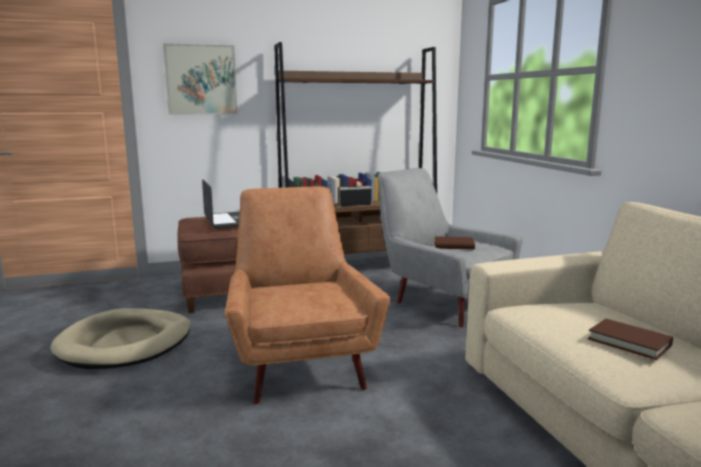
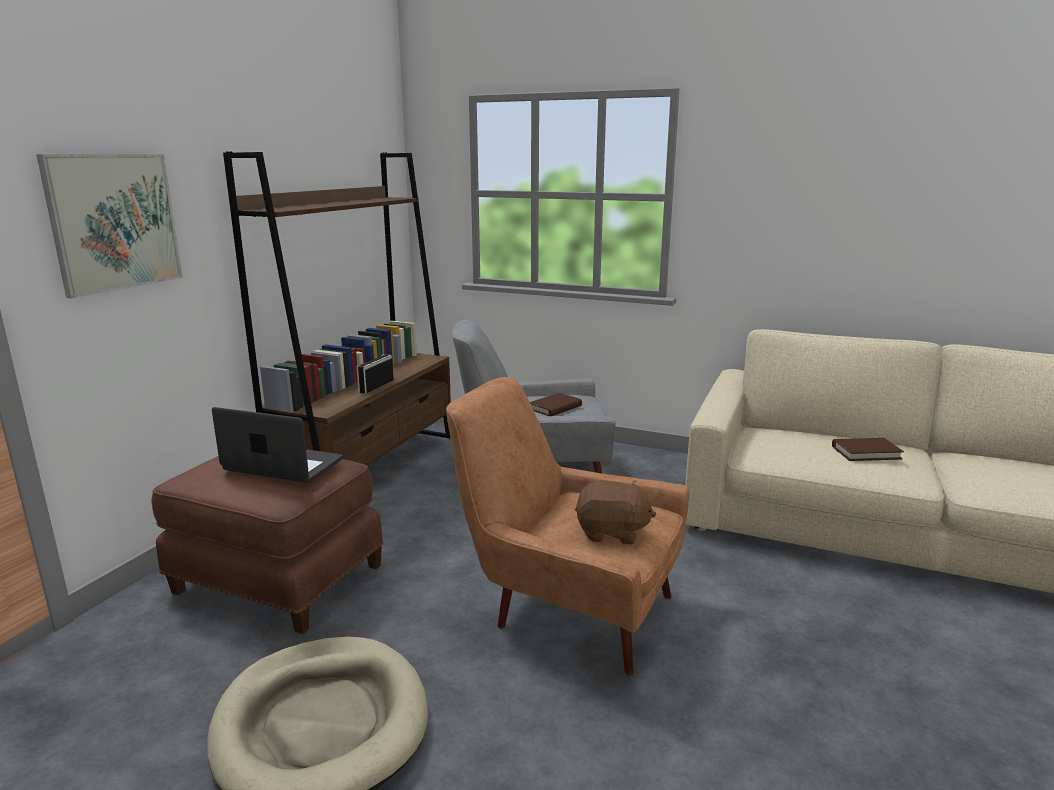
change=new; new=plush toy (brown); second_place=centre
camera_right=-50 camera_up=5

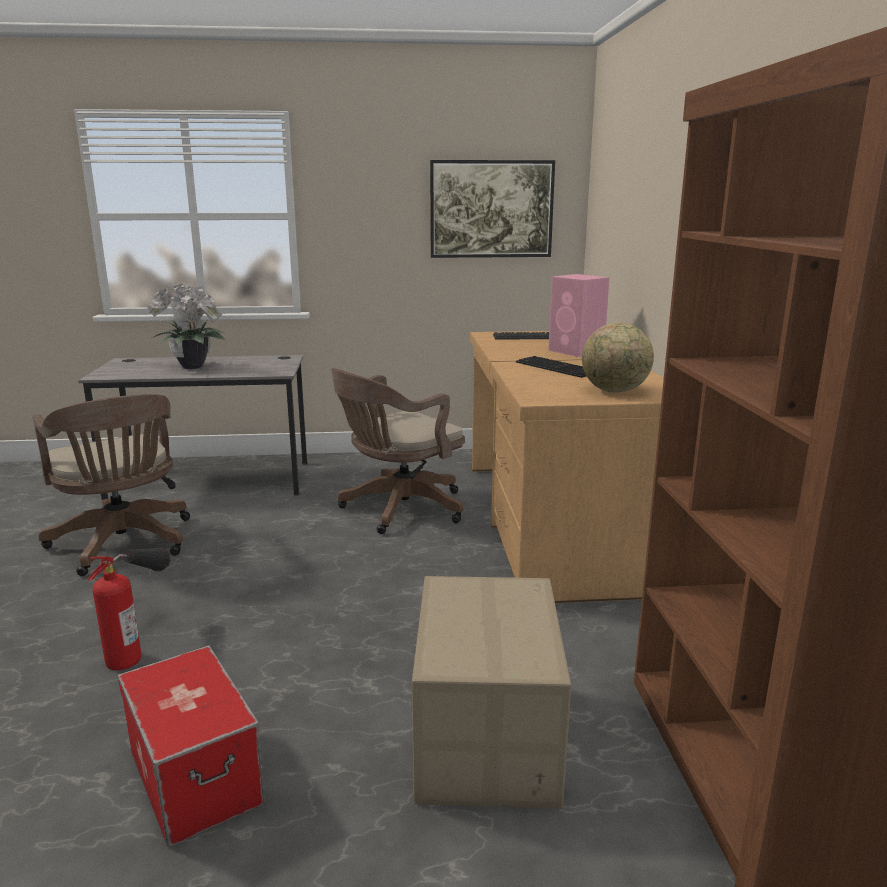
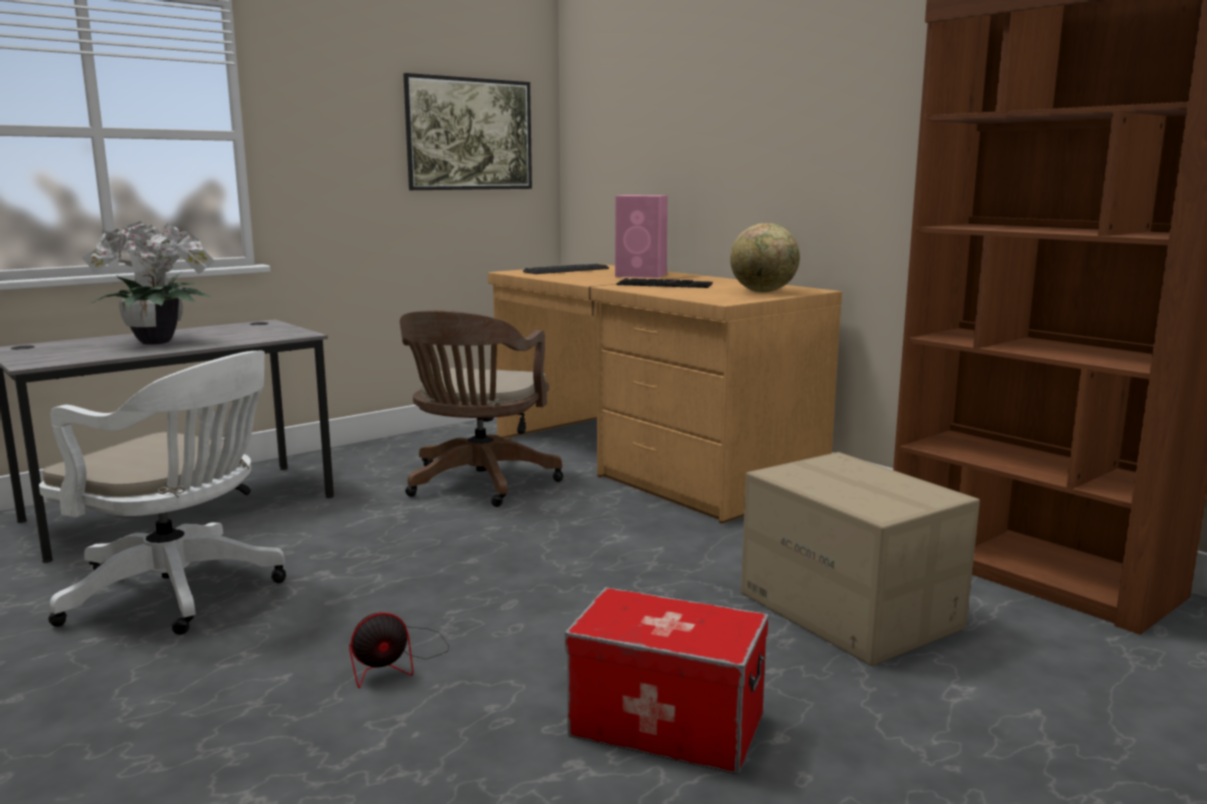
change=swapped; old=fire extinguisher; new=fan; first_place=bottom left; second_place=bottom left
change=repainted; old=office chair (brown) (no. 1 from left); new=office chair (white); first_place=middle left; second_place=middle left
camera_right=-35 camera_up=-5

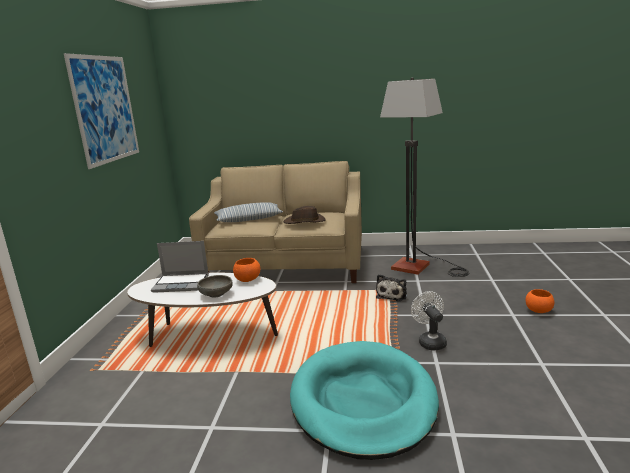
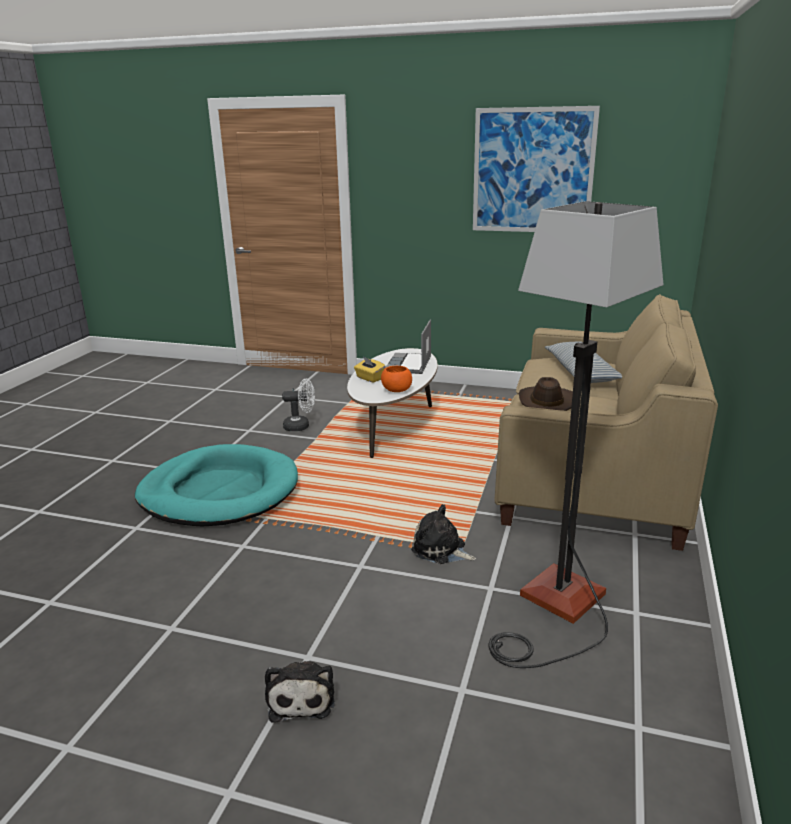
change=shifted; old=fan (white); first_place=bottom right; second_place=centre
change=swapped; old=bowl (grey); new=tissue box (yellow); first_place=centre; second_place=centre
change=swapped; old=bowl (orange) (no. 2 from left); new=plush toy (no. 1 from left); first_place=middle right; second_place=bottom centre
camera_right=100 camera_up=5

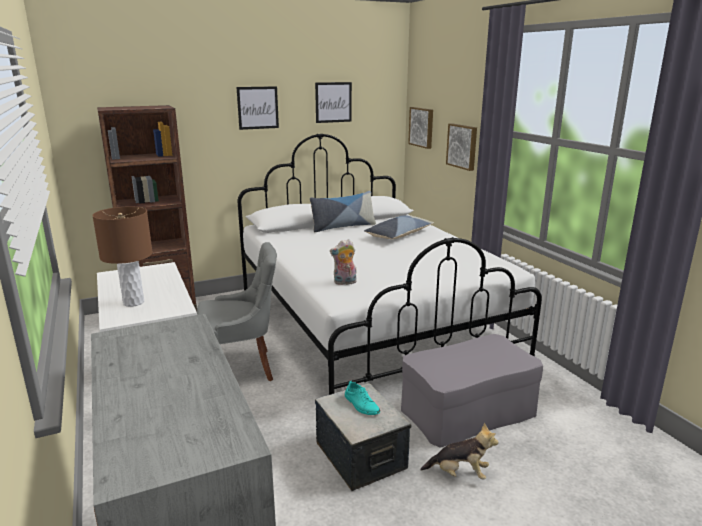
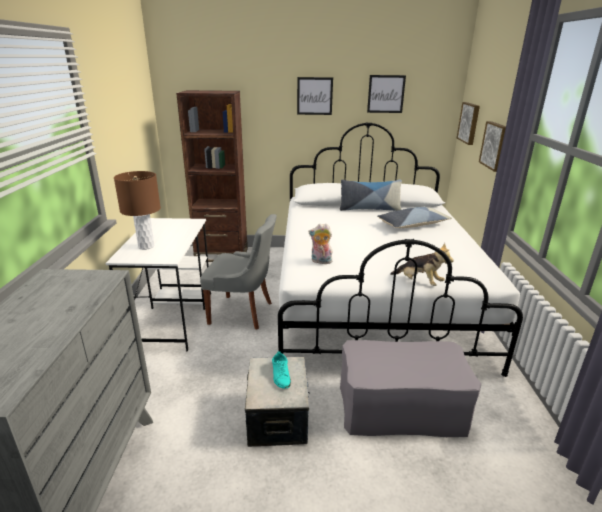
change=shifted; old=plush toy (no. 2 from left); first_place=bottom centre; second_place=middle right
camera_right=25 camera_up=5

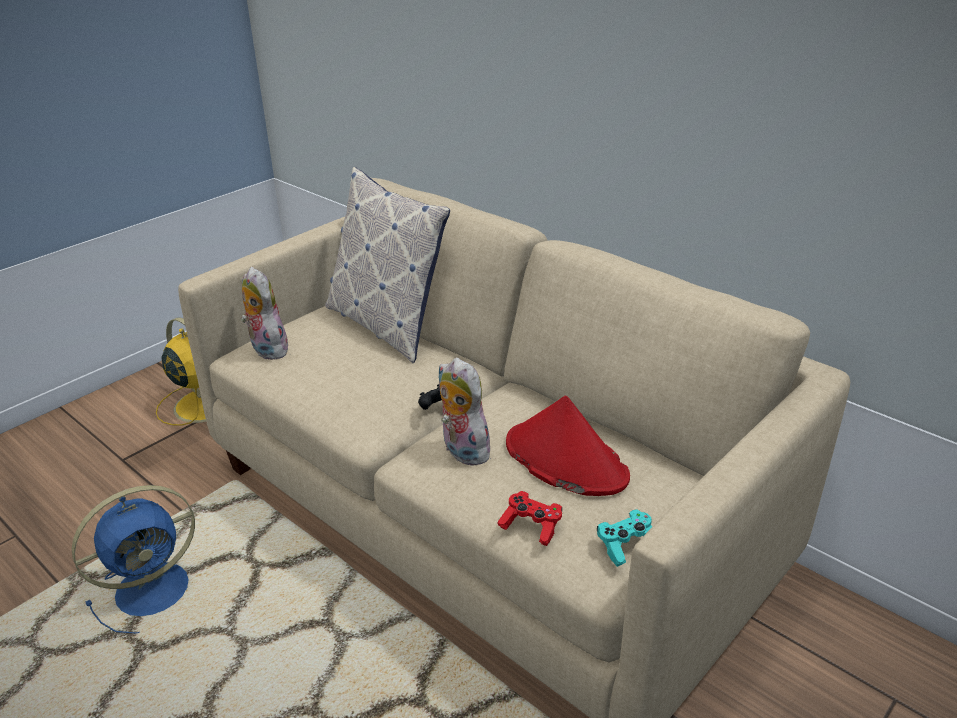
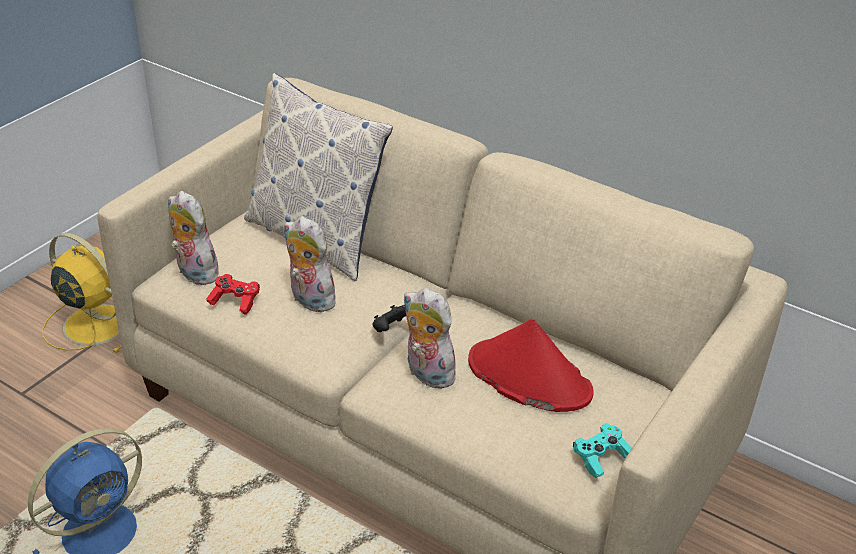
change=new; new=plush toy (no. 2 from left); second_place=centre
change=shifted; old=game controller (red); first_place=bottom centre; second_place=middle left
camera_right=-10 camera_up=5

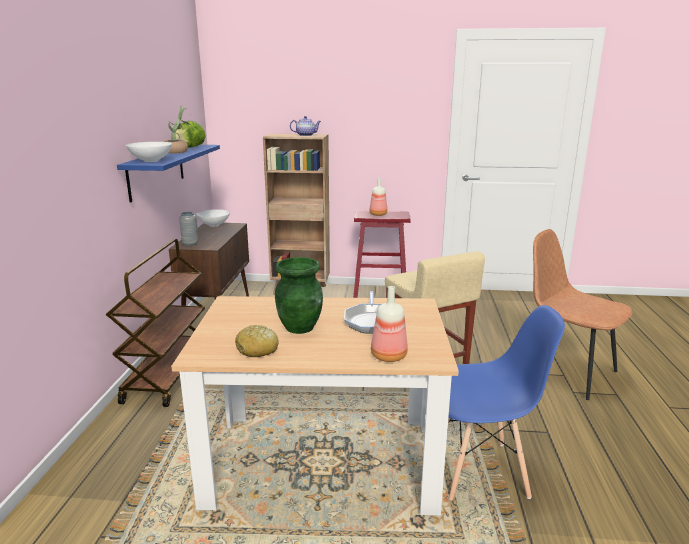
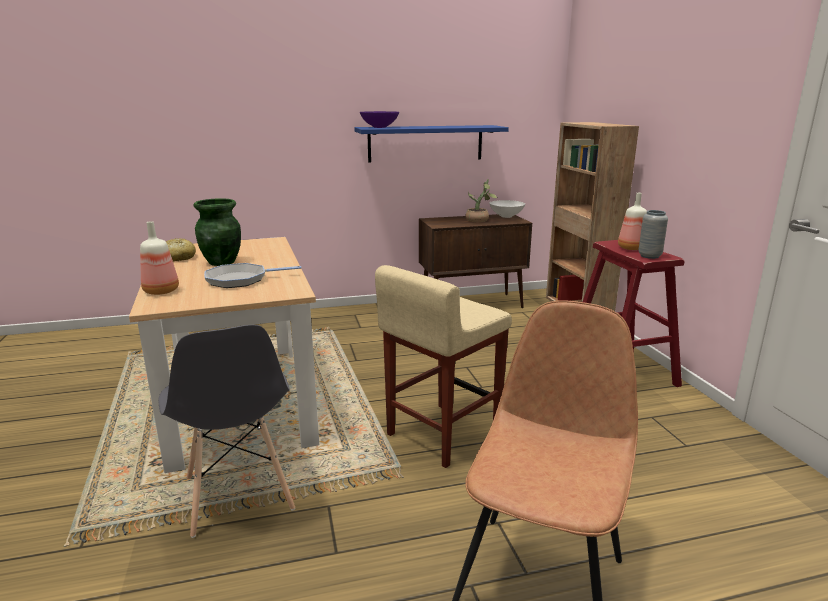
change=gone; old=cart (brown); first_place=middle left
change=gone; old=lettuce; first_place=top left
change=gone; old=teapot; first_place=top centre
change=shifted; old=potted plant; first_place=top left; second_place=top centre
change=shifted; old=vase (grey); first_place=middle left; second_place=middle right
change=repainted; old=bowl (white) (no. 1 from left); new=bowl (purple); first_place=top left; second_place=top centre
change=repainted; old=chair (blue); new=chair (grey); first_place=bottom right; second_place=bottom left
camera_right=70 camera_up=0

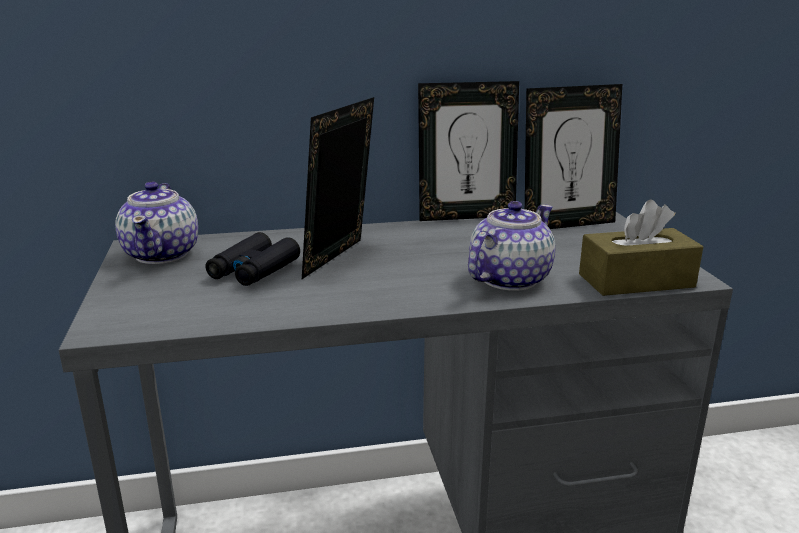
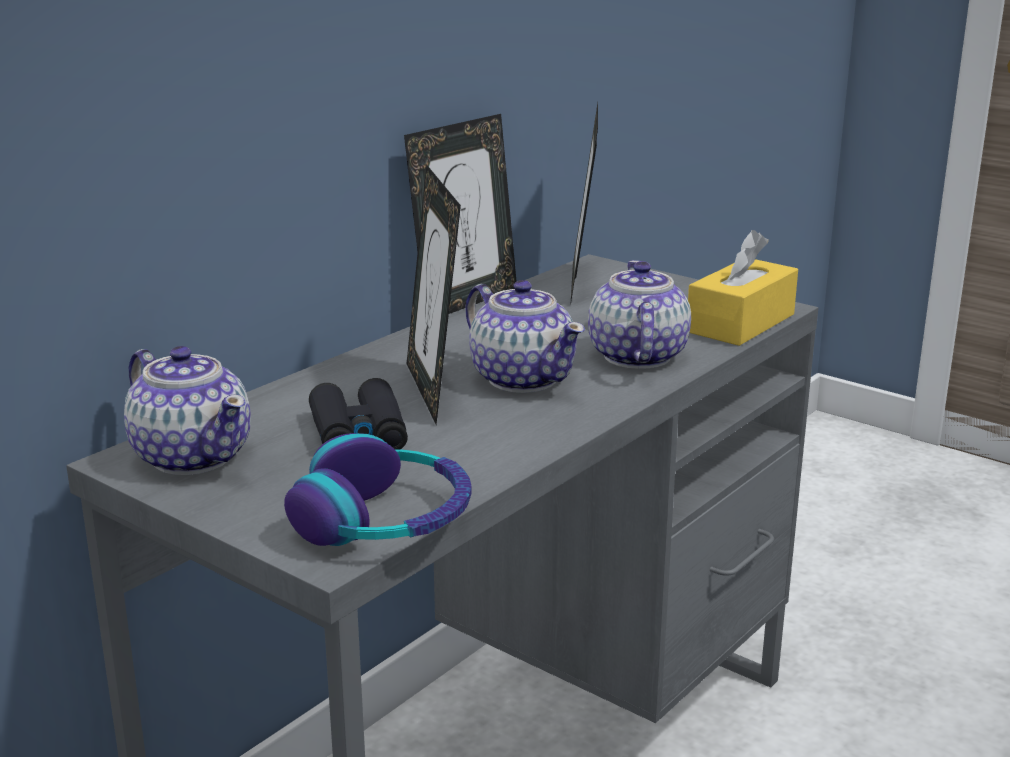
change=new; new=headphones; second_place=centre
change=new; new=teapot (no. 2 from left); second_place=centre
change=repainted; old=tissue box (brown); new=tissue box (yellow); first_place=middle right; second_place=middle right
change=rotated; old=picture frame (no. 3 from left); first_place=top right; second_place=top centre; degrees=150
camera_right=-40 camera_up=0

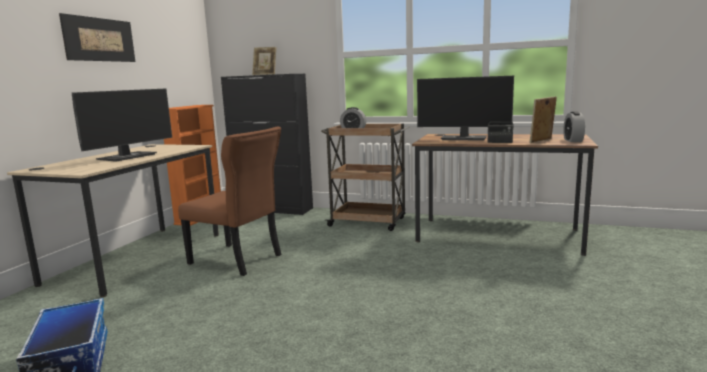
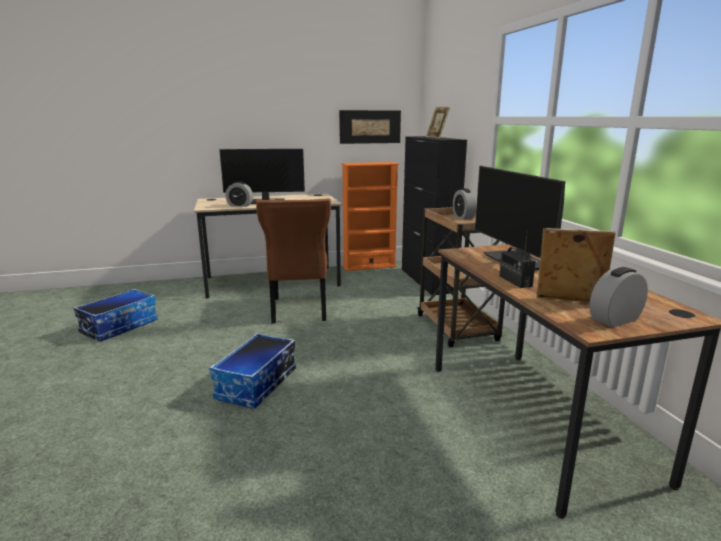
change=new; new=storage box (no. 2 from left); second_place=bottom centre
change=new; new=alarm clock (no. 1 from left); second_place=middle left
change=shifted; old=picture; first_place=top left; second_place=top centre
camera_right=55 camera_up=5

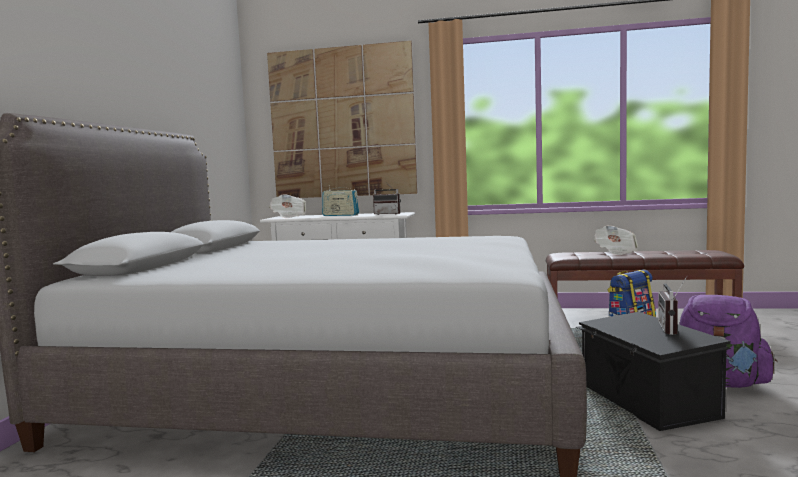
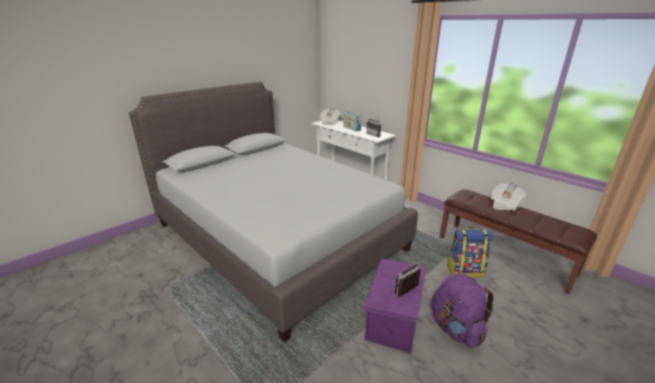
change=gone; old=picture; first_place=top centre
change=repainted; old=storage box (black); new=storage box (purple); first_place=bottom right; second_place=bottom centre
camera_right=35 camera_up=20

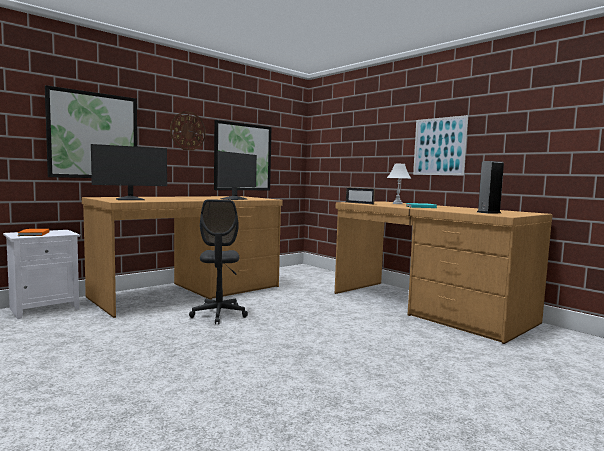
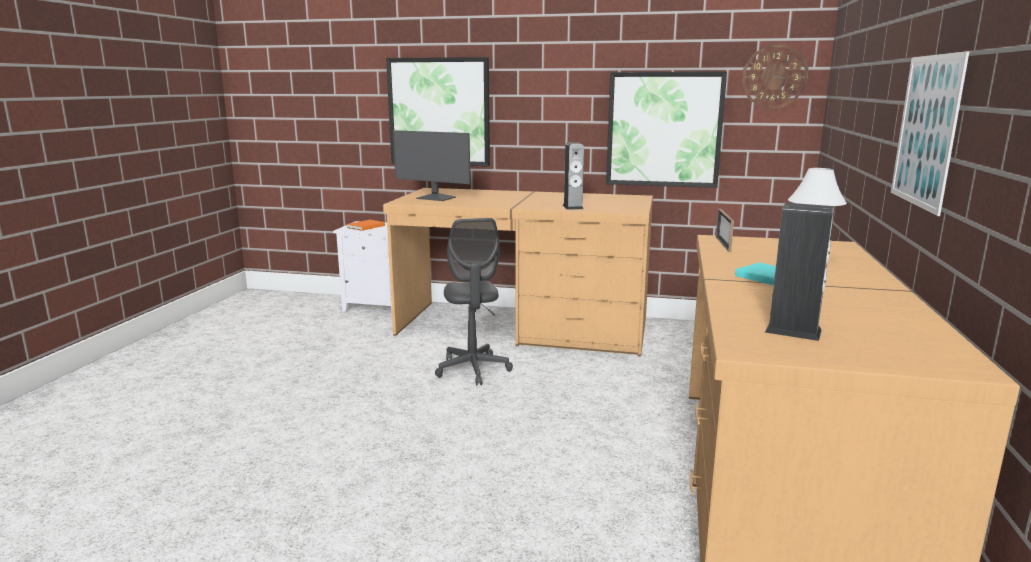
change=shifted; old=wall clock; first_place=top left; second_place=top right
change=swapped; old=monitor (no. 2 from left); new=speaker (no. 1 from left); first_place=centre; second_place=top centre
change=rotated; old=office chair (grey); first_place=centre; second_place=centre; degrees=-60
camera_right=55 camera_up=10

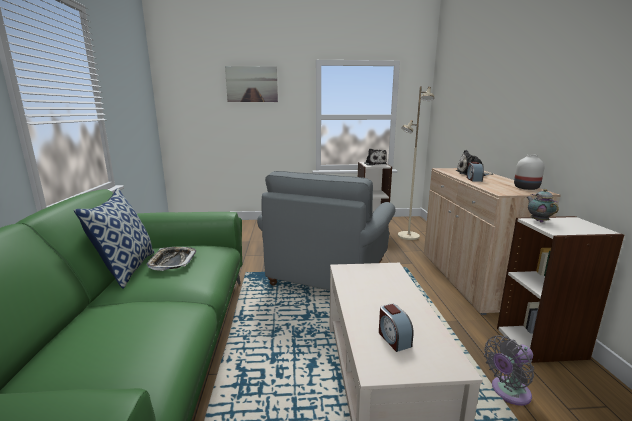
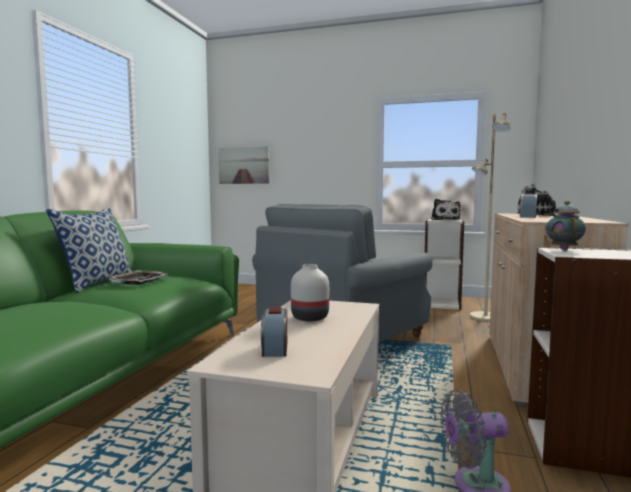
change=shifted; old=picture; first_place=top centre; second_place=centre
change=shifted; old=vase (white); first_place=middle right; second_place=centre
camera_right=20 camera_up=-10

